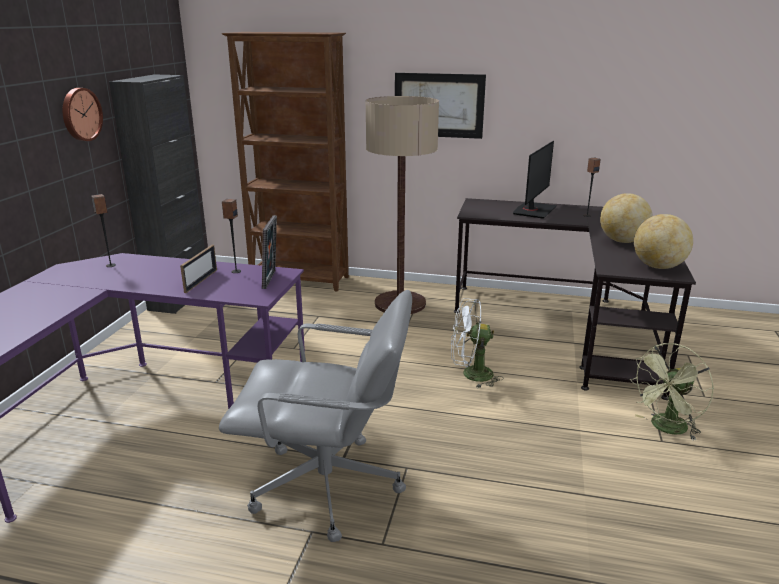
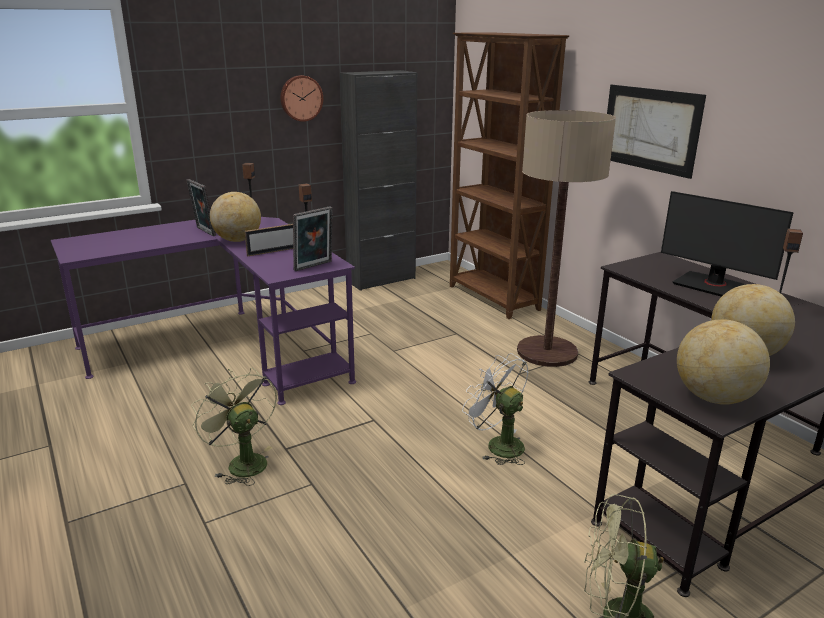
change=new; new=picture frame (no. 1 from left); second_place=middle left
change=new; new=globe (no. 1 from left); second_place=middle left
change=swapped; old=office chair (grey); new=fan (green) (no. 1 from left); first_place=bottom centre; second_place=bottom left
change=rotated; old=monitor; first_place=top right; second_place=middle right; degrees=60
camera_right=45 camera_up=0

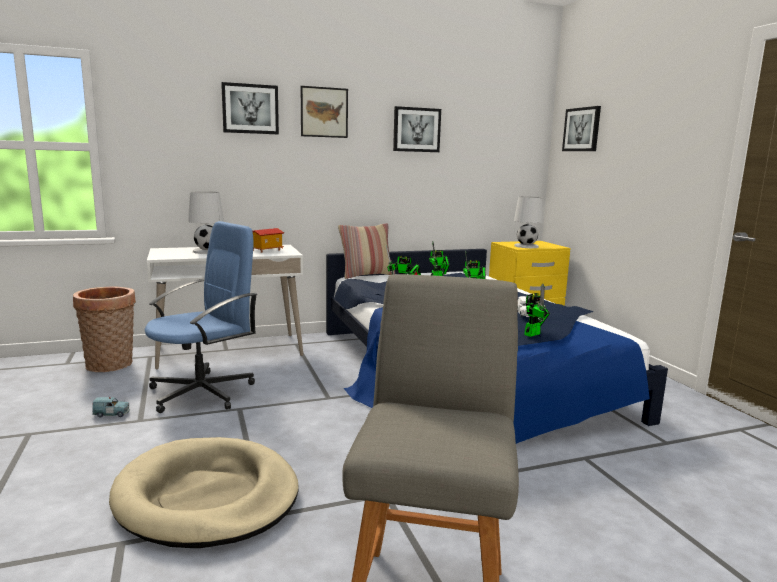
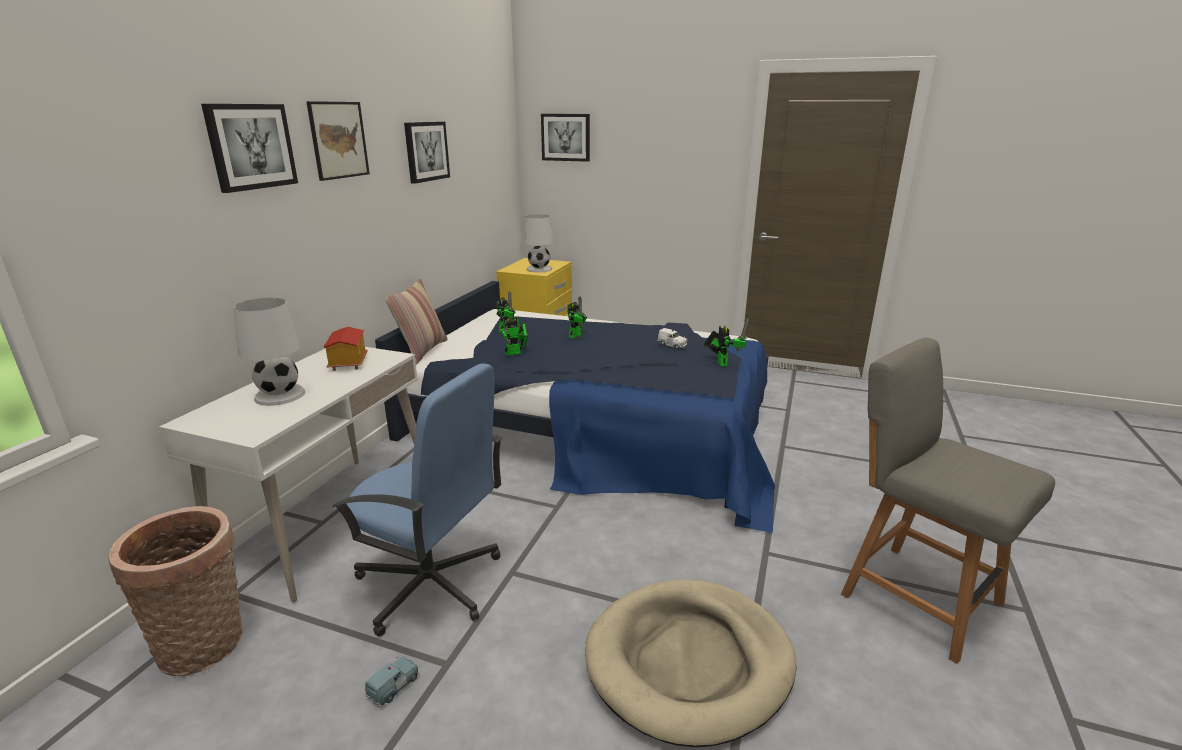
change=rotated; old=office chair (blue); first_place=middle left; second_place=centre; degrees=120
camera_right=-50 camera_up=10

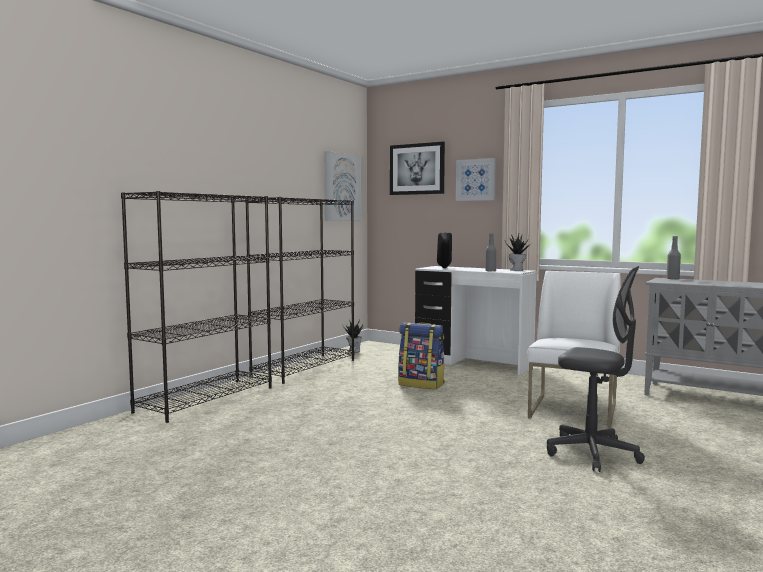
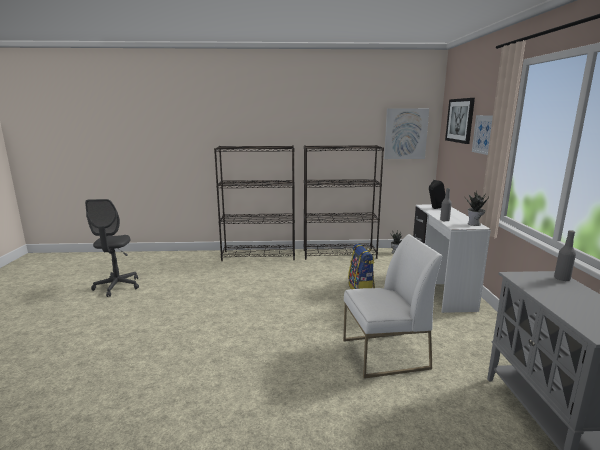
change=shifted; old=office chair (grey); first_place=middle right; second_place=middle left
camera_right=55 camera_up=10

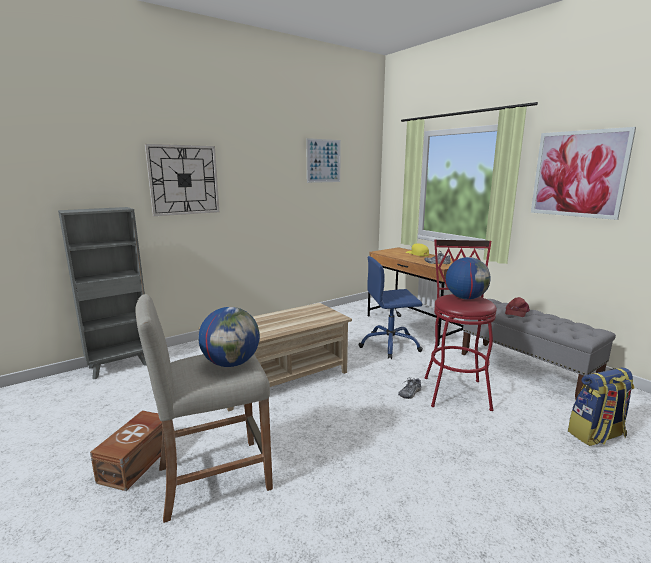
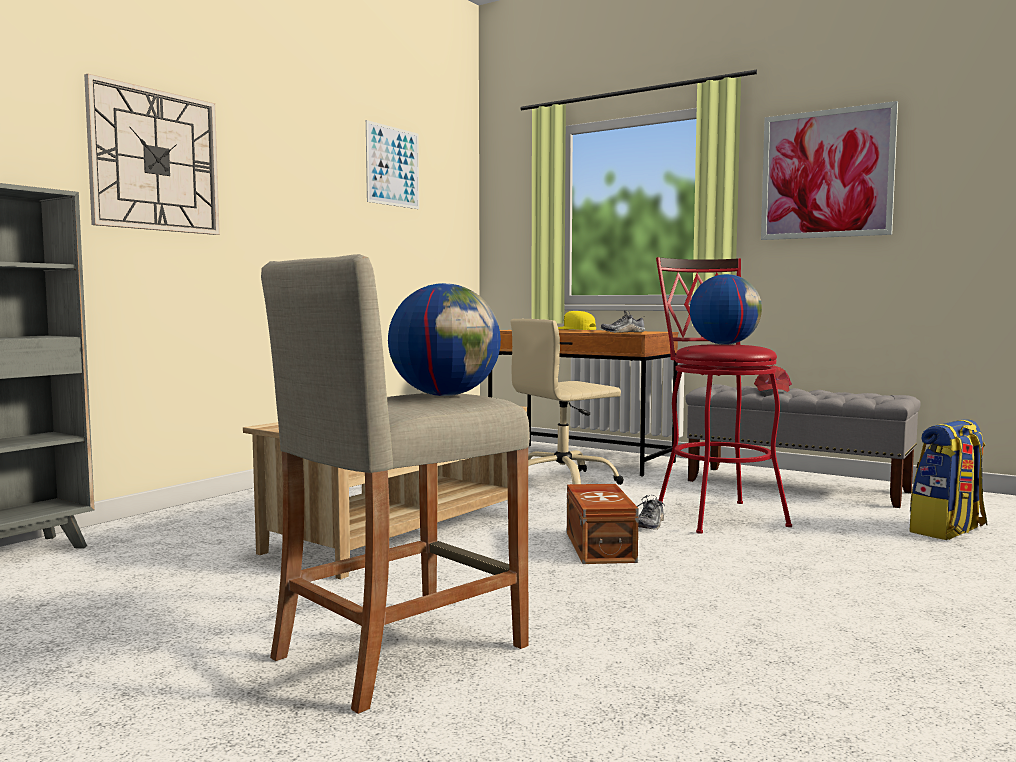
change=shifted; old=storage box (brown); first_place=bottom left; second_place=bottom centre
change=repainted; old=office chair (blue); new=office chair (beige); first_place=centre; second_place=centre
camera_right=-20 camera_up=-10

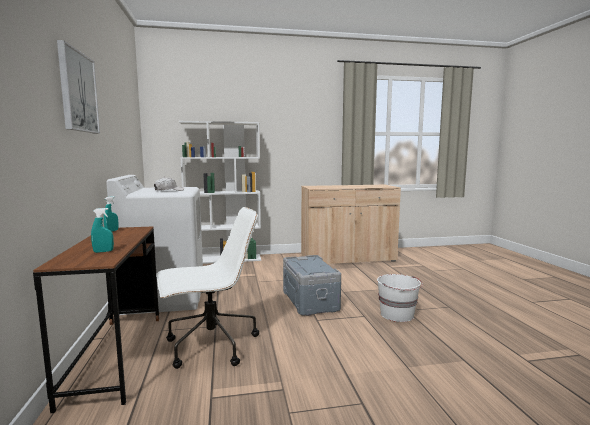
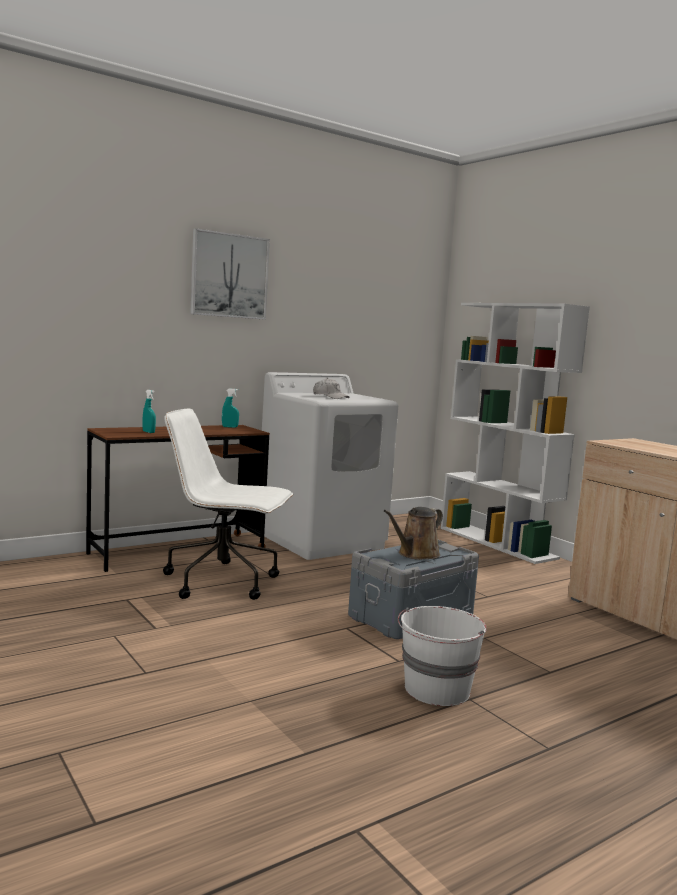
change=new; new=watering can (brown); second_place=centre
change=rotated; old=office chair (white); first_place=bottom centre; second_place=centre; degrees=150
camera_right=65 camera_up=0

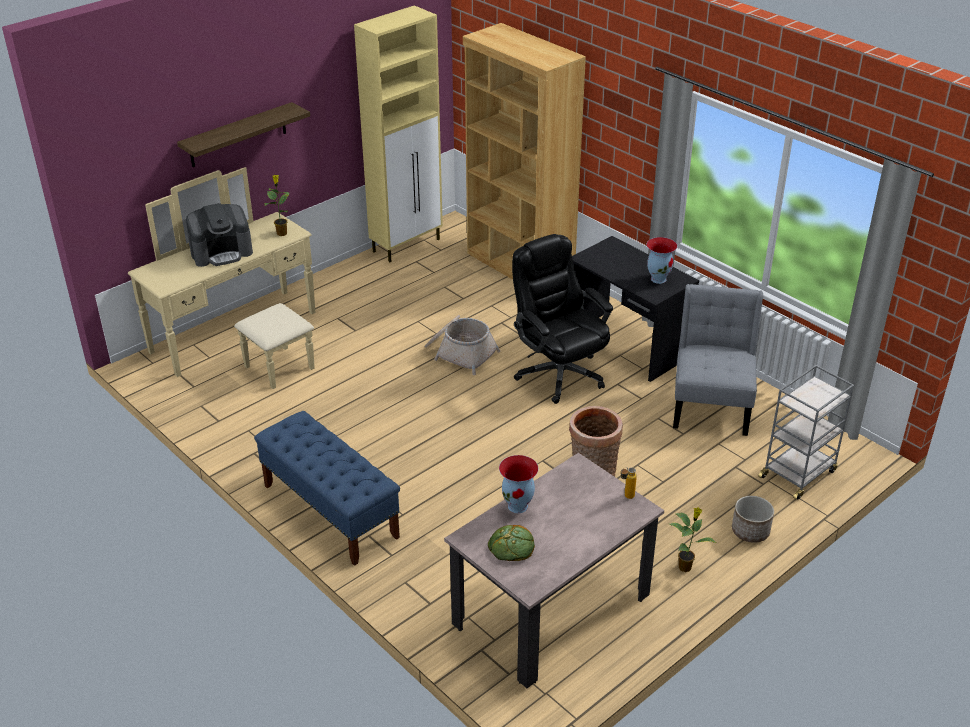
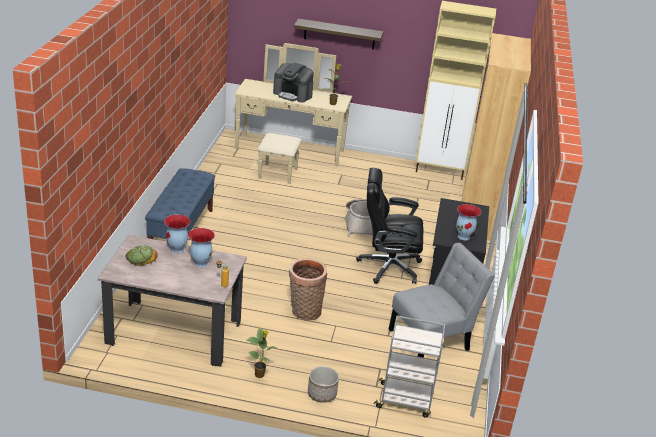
change=new; new=vase (no. 2 from left); second_place=middle left
change=rotated; old=office chair (black); first_place=centre; second_place=centre; degrees=-105
camera_right=50 camera_up=-5

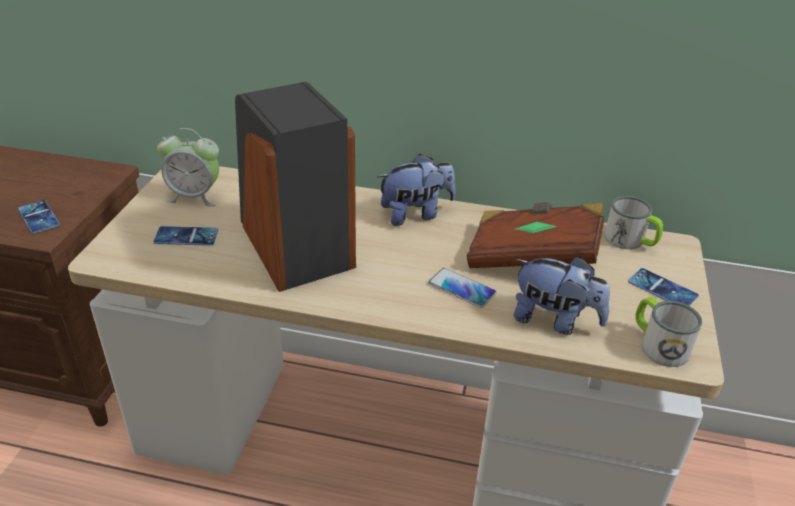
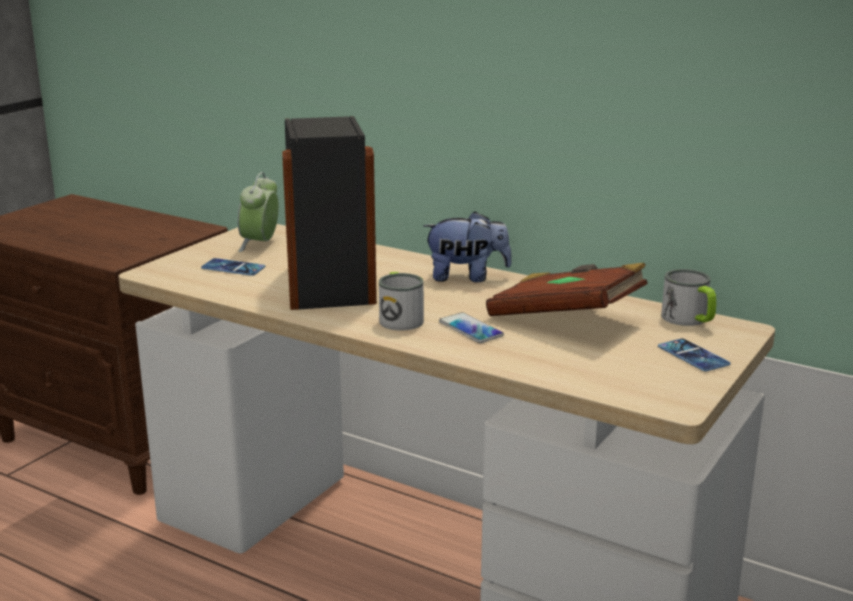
change=gone; old=phone (no. 1 from left); first_place=middle left
change=gone; old=plush toy (no. 2 from left); first_place=middle right
change=shifted; old=mug (no. 2 from left in the first image); new=mug (no. 1 from left); first_place=middle right; second_place=centre
change=rotated; old=alarm clock; first_place=top left; second_place=middle left; degrees=75
camera_right=20 camera_up=-15

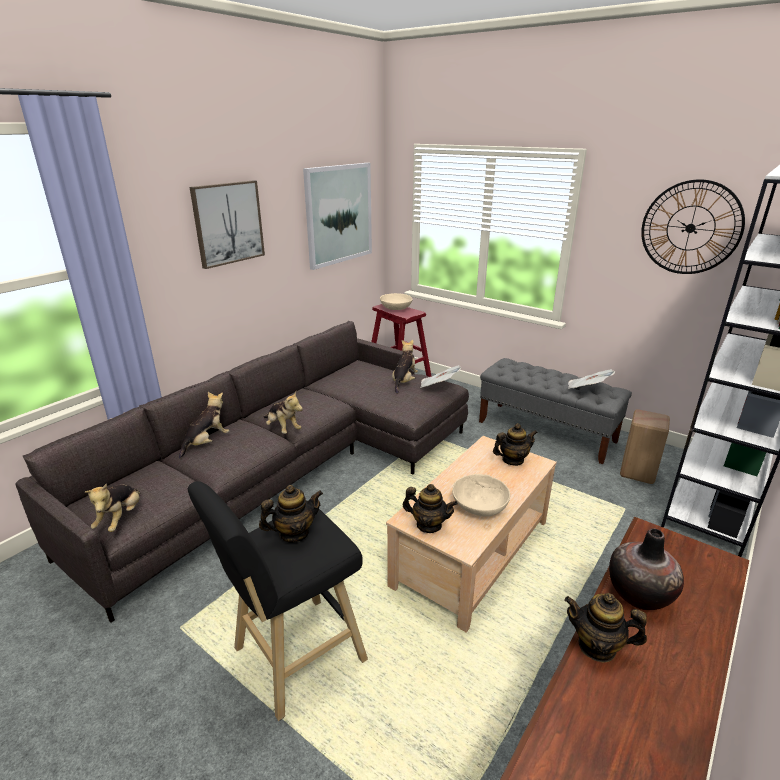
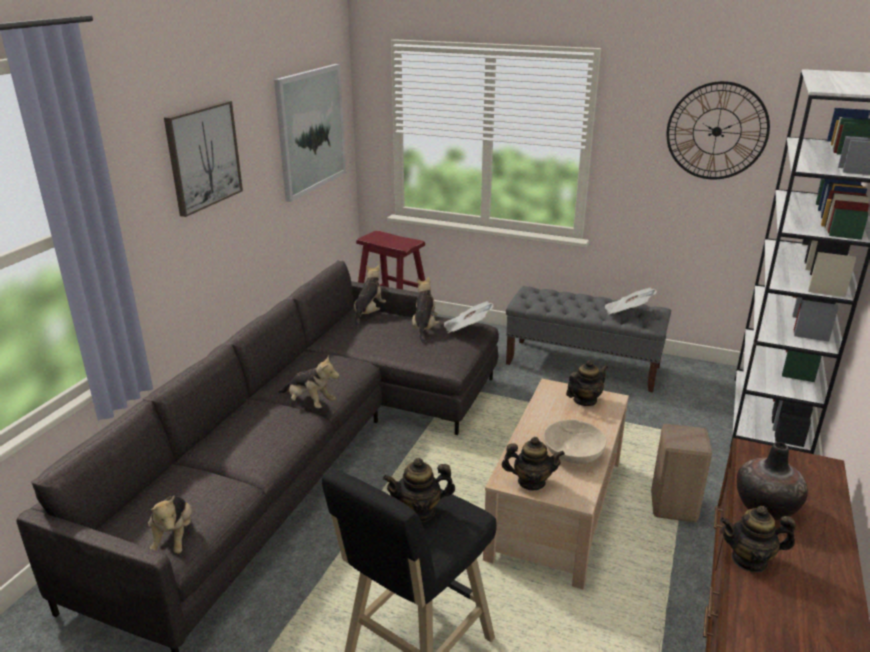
change=gone; old=bowl (beige) (no. 1 from left); first_place=centre
change=shifted; old=plush toy (no. 2 from left in the first image); new=plush toy (no. 3 from left); first_place=middle left; second_place=centre
change=shifted; old=stool (beige); first_place=middle right; second_place=bottom right
change=rotated; old=teapot (no. 1 from left); first_place=centre; second_place=bottom centre; degrees=-150
camera_right=-15 camera_up=0

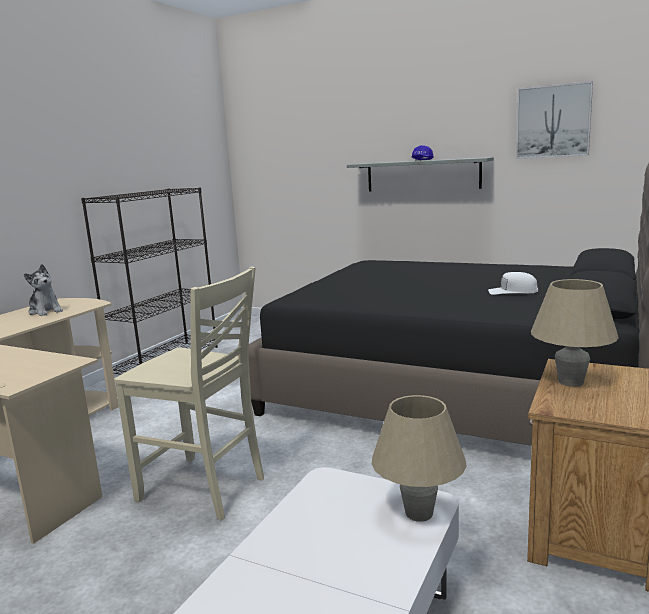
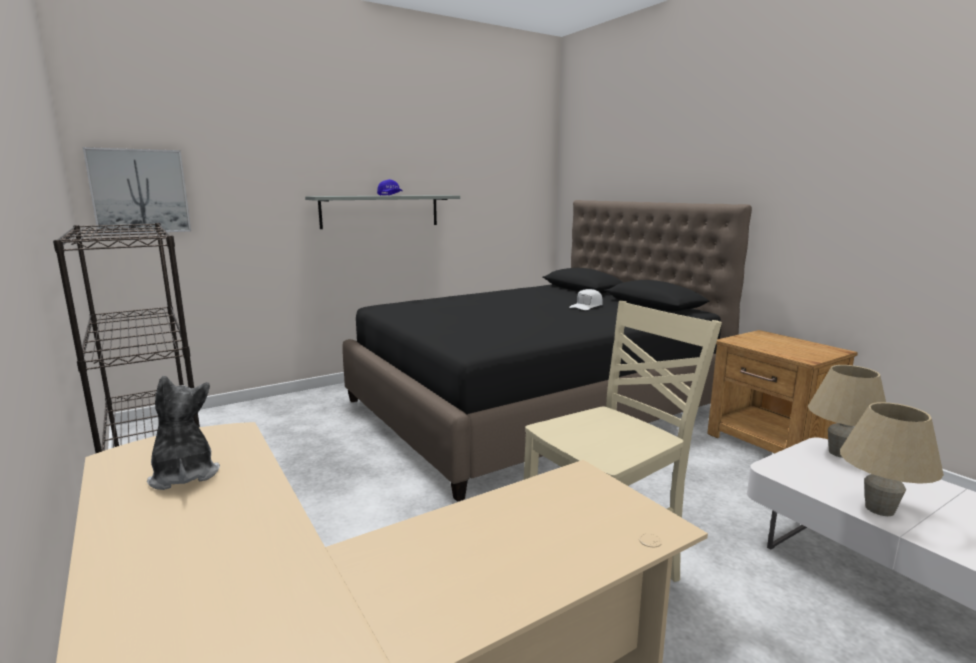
change=shifted; old=picture; first_place=top right; second_place=top left
change=shifted; old=table lamp (beige) (no. 2 from left); first_place=middle right; second_place=bottom right
change=rotated; old=plush toy; first_place=middle left; second_place=middle left; degrees=-105
camera_right=-60 camera_up=0

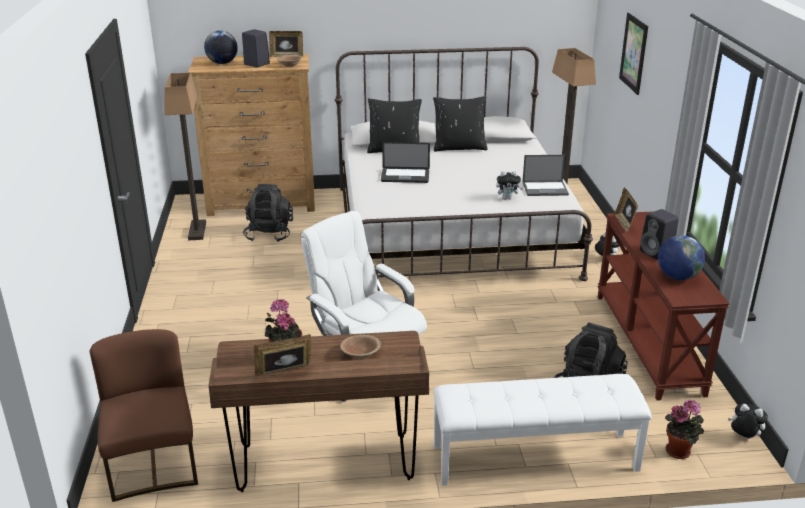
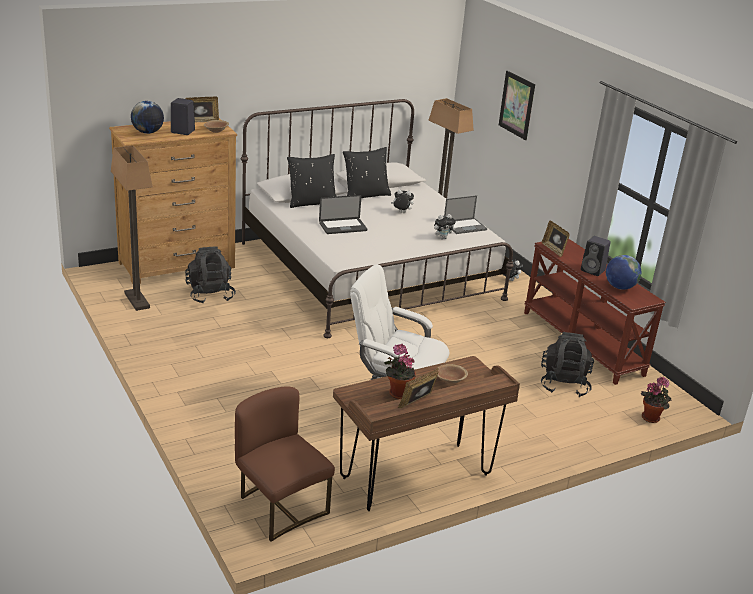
change=gone; old=bench (white); first_place=bottom right
change=shifted; old=plush toy (no. 3 from left in the first image); new=plush toy (no. 1 from left); first_place=bottom right; second_place=centre
camera_right=-25 camera_up=0

